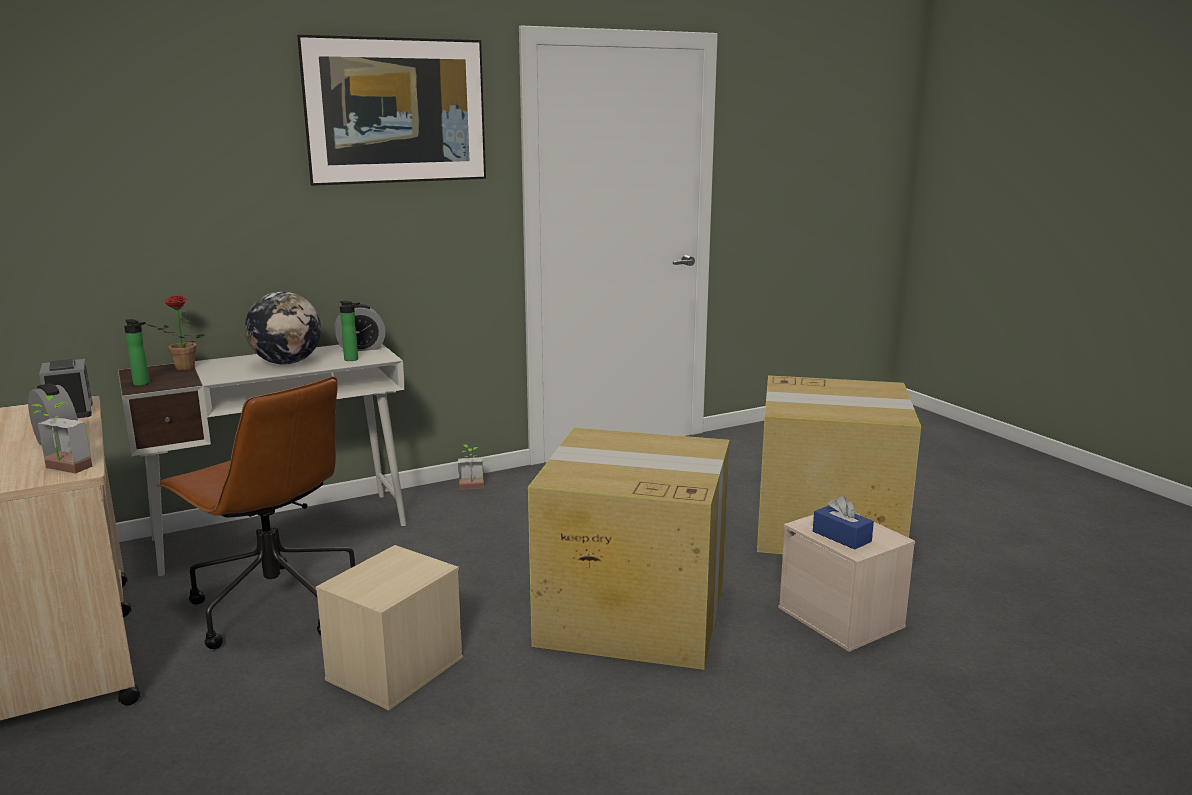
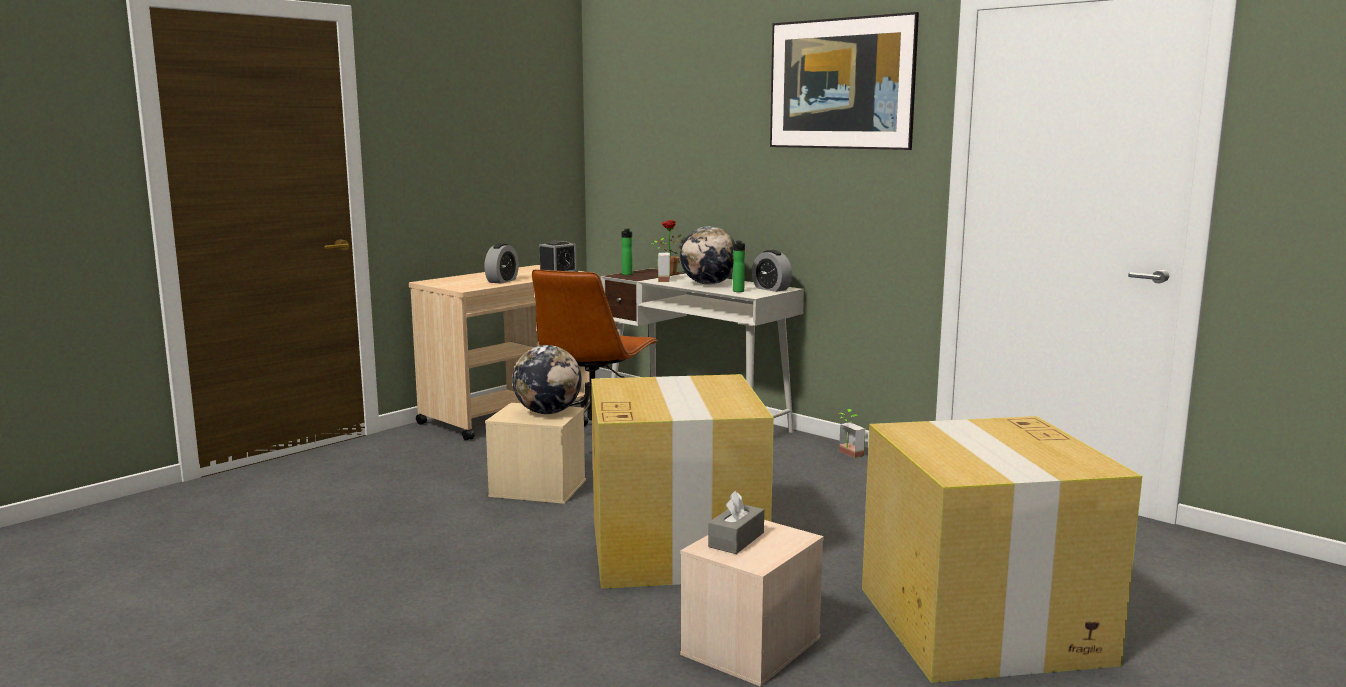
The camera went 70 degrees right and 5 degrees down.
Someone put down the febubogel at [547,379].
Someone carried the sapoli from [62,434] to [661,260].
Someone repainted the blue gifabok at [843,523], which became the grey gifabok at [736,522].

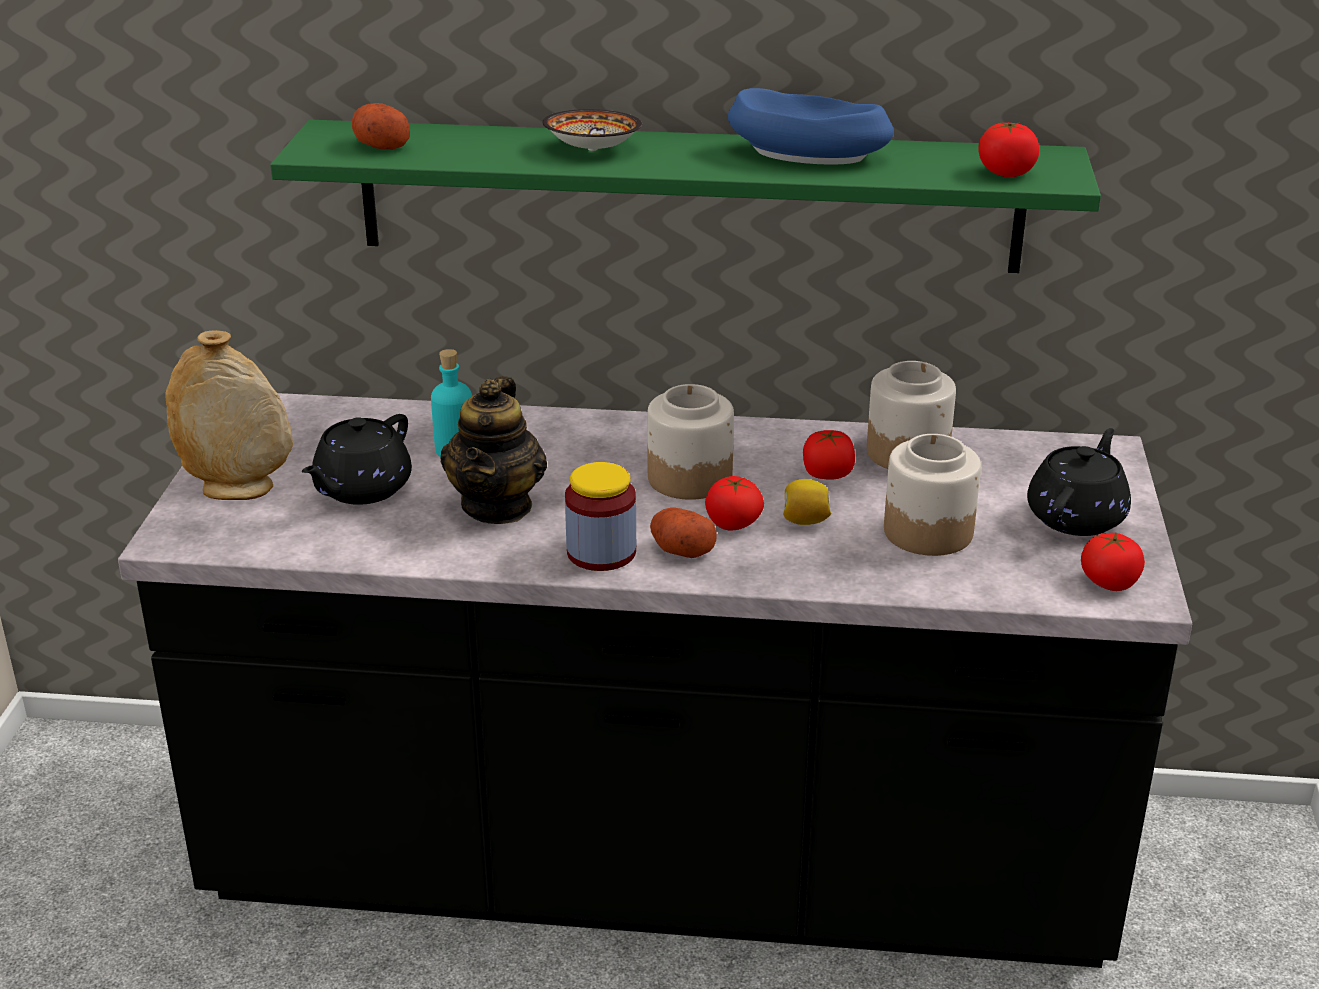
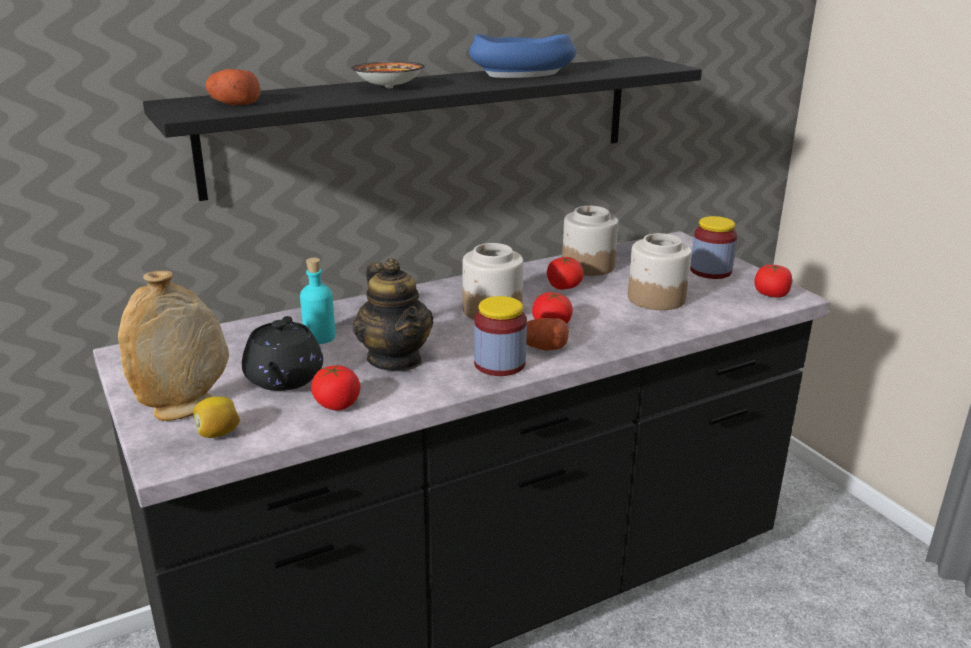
The camera went 35 degrees left and 5 degrees down.
Someone repainted the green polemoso at [685,196], which became the black polemoso at [422,128].
Someone carried the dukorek from [807,502] to [216,417].
Someone carried the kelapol from [1008,149] to [336,388].
Someone swapped the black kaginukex at [1079,482] for the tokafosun at [713,247].

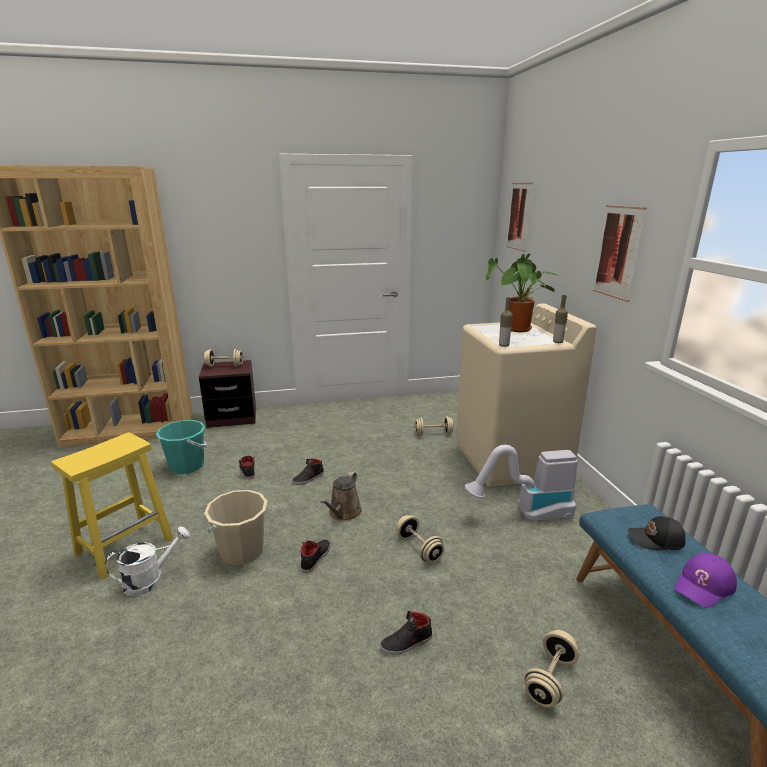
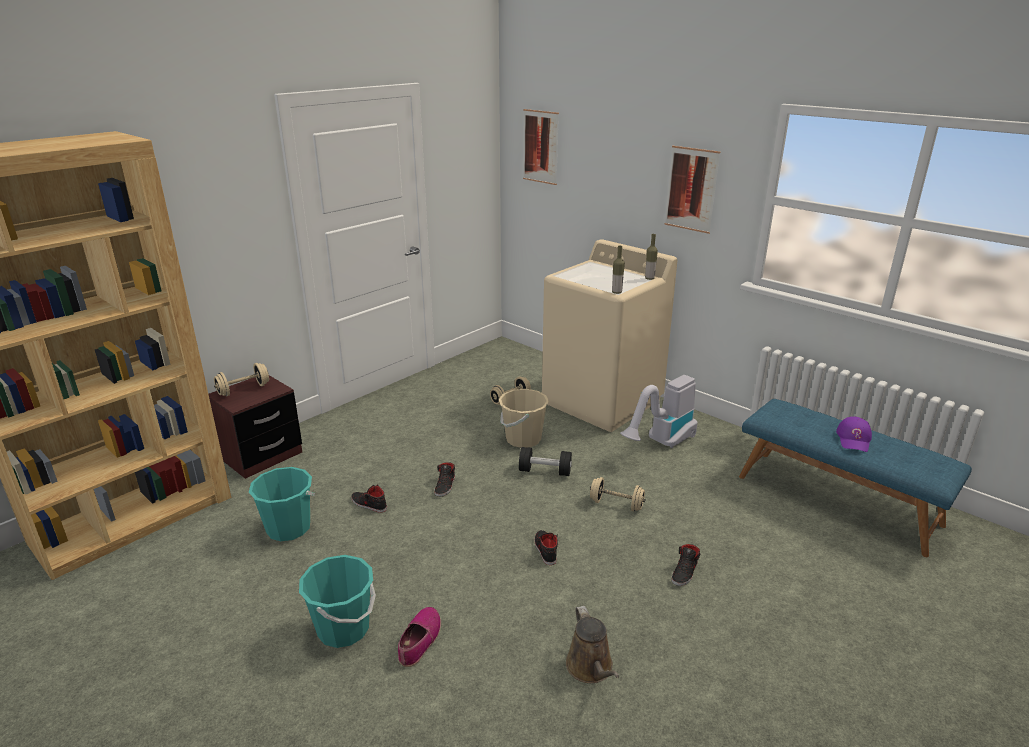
The camera went 35 degrees left and 5 degrees up.
Someone swapped the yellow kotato at [112,506] for the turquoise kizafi at [337,601].
Someone swapped the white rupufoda at [147,561] for the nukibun at [419,637].
Someone carried the beige kizafi from [235,527] to [524,418].
Someone put down the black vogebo at [545,461].
Someone carried the brown rupufoda from [341,496] to [592,644].
Someone took away the sapoli at [522,293].
Someone took away the beige vogebo at [552,669].
Someone took away the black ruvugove at [657,533].

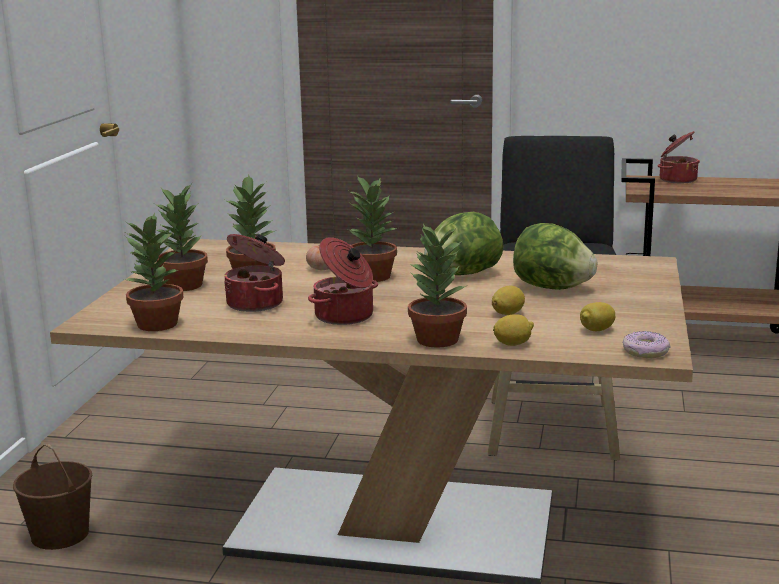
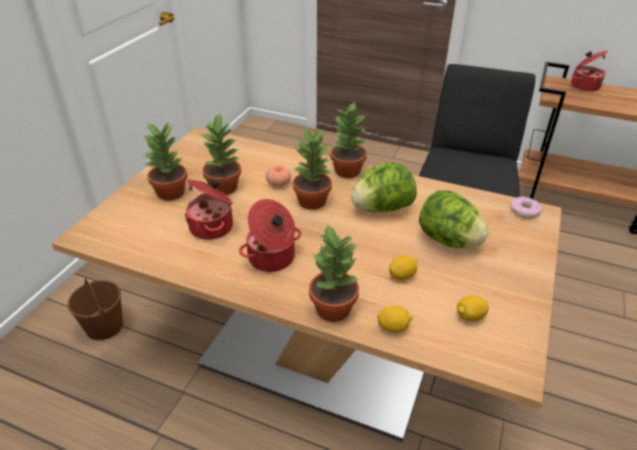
The camera went 10 degrees right and 20 degrees up.
Someone carried the sapoli from [154,271] to [348,139].
Someone carried the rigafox from [646,344] to [526,207].

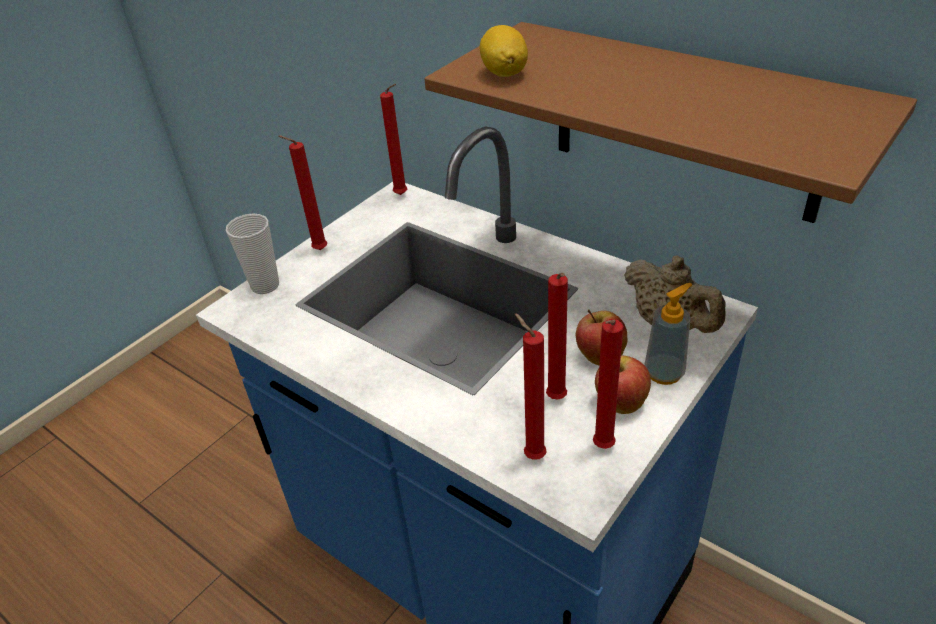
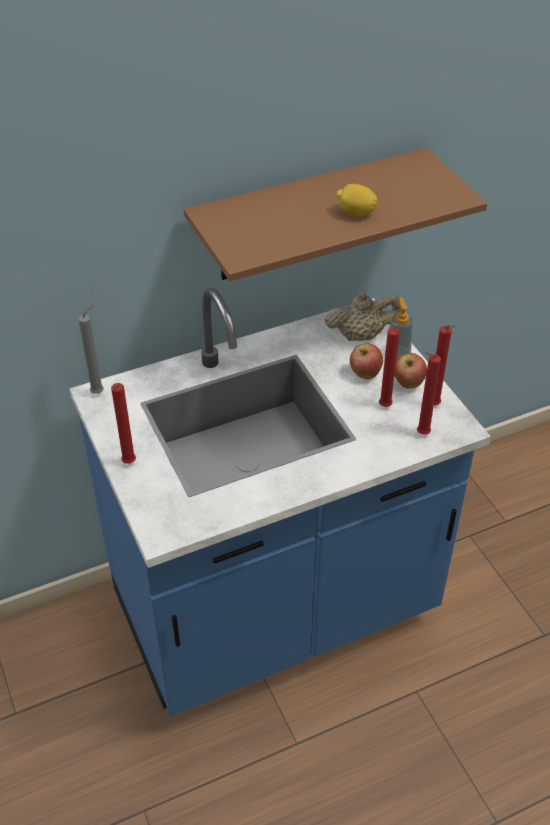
The camera went 65 degrees left and 5 degrees up.
Someone repainted the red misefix at [393,139], which became the grey misefix at [91,349].
Someone carried the dukorek from [504,51] to [357,200].
Someone took away the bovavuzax at [252,253].

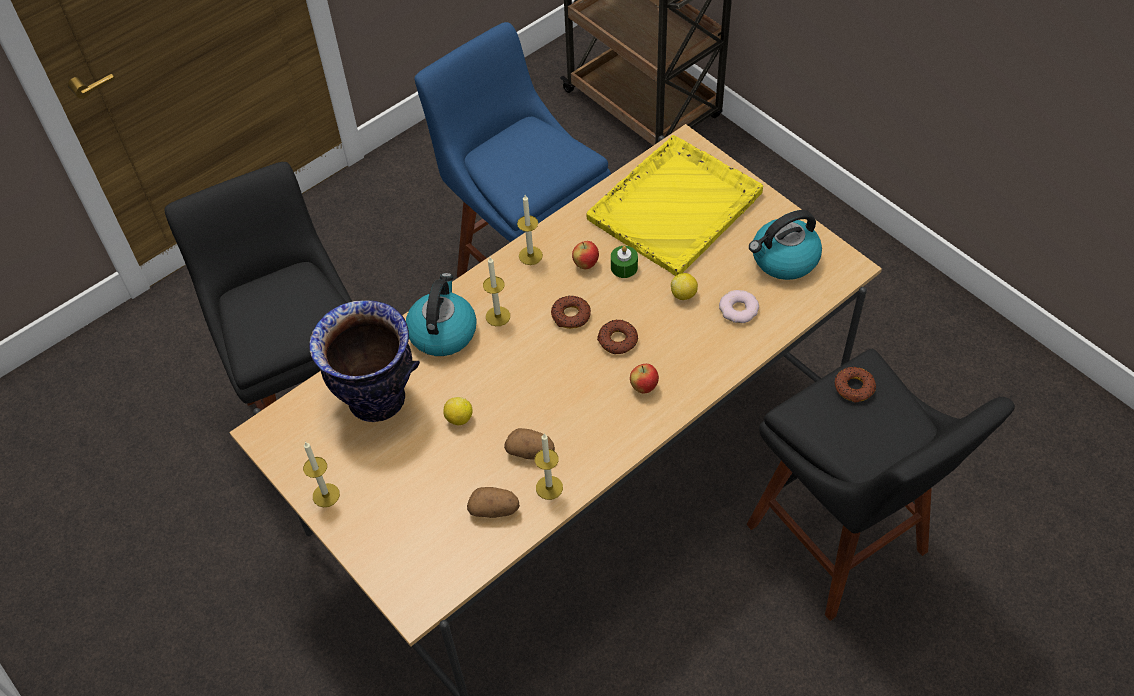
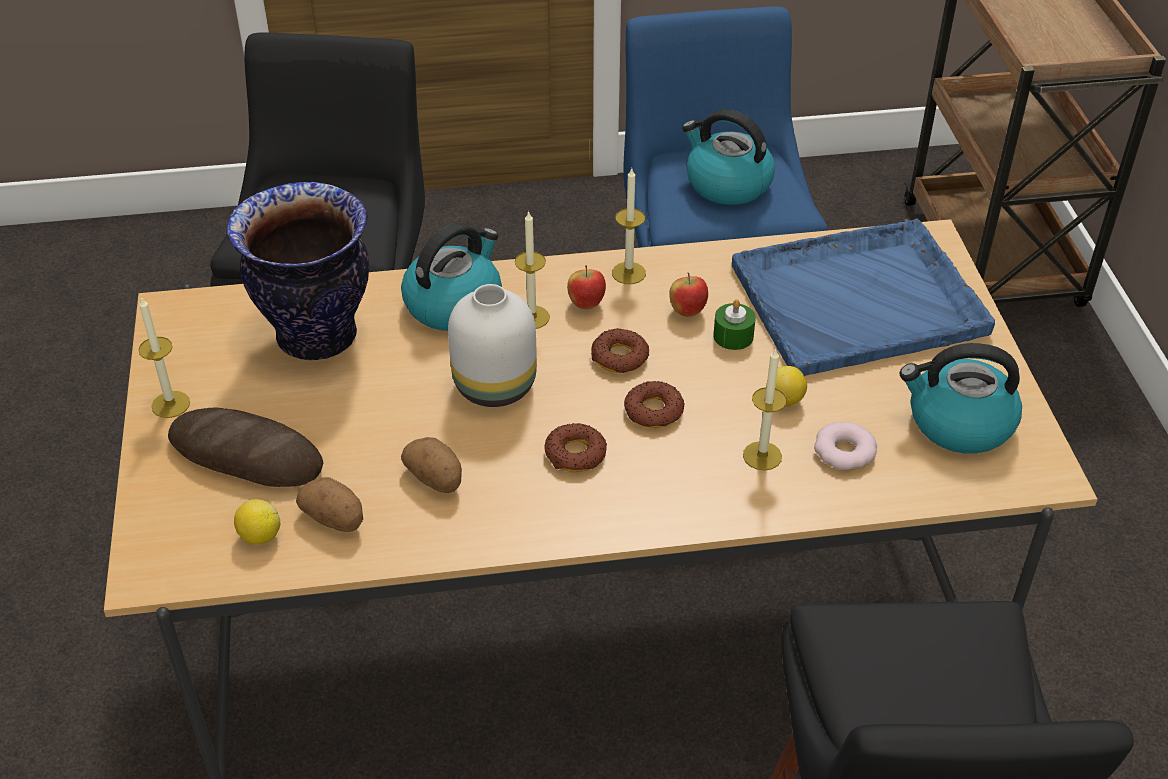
The camera went 30 degrees right and 10 degrees down.
Someone put down the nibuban at [245,447].
Someone carried the dukorek from [458,411] to [257,522].
Someone put down the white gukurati at [492,345].
Someone carried the rigafox from [855,385] to [575,447].
Someone carried the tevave from [644,379] to [586,287].
Someone put down the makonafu at [728,157].
Someone repainted the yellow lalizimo at [674,205], which became the blue lalizimo at [863,297].
Someone carried the misefix from [549,467] to [765,409].

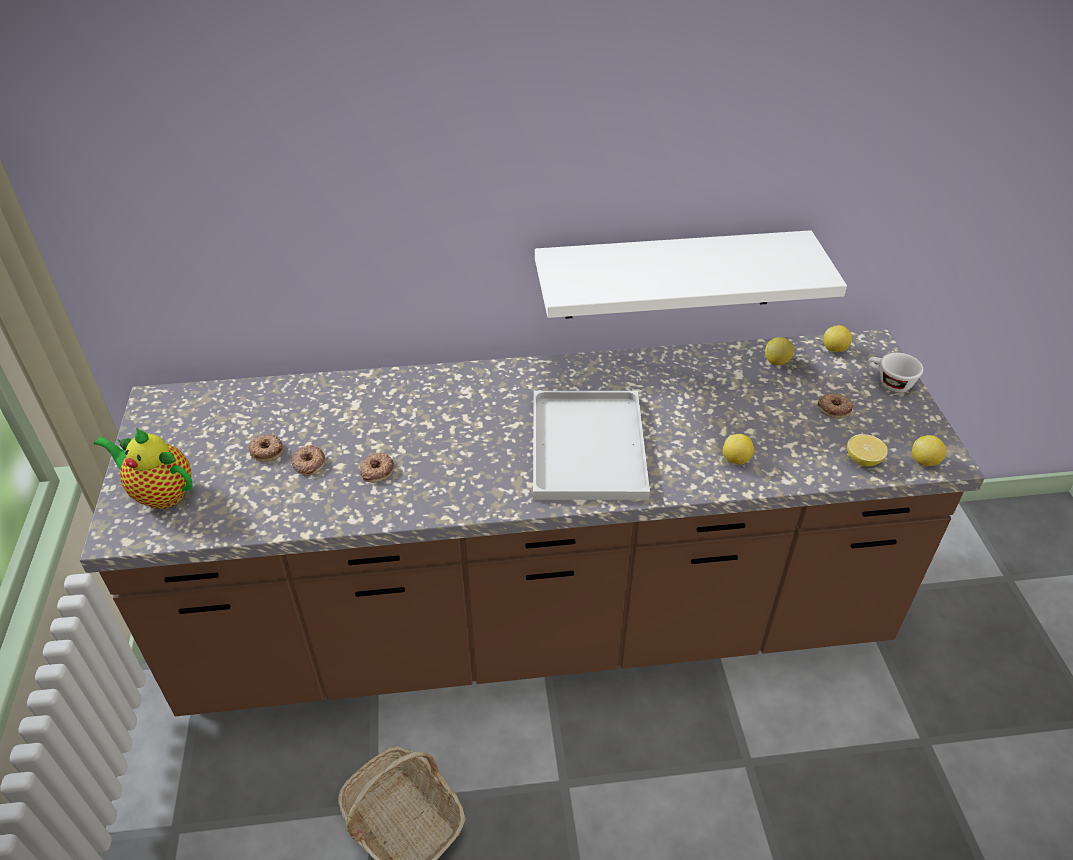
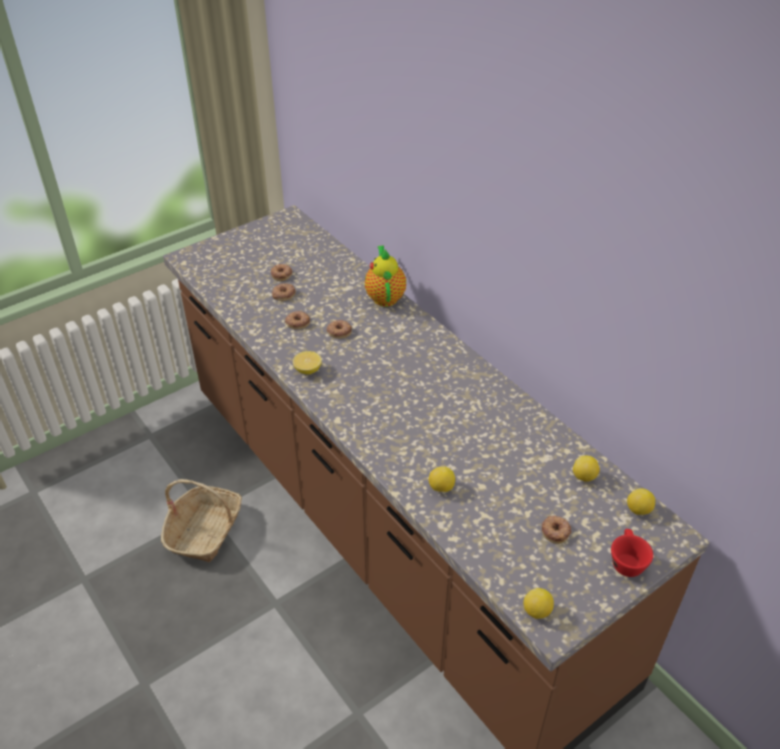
The camera went 60 degrees right and 0 degrees up.
Someone carried the dukorek from [867,450] to [307,363].
Someone put down the rigafox at [339,329].
Someone carried the kaginukex from [143,468] to [385,276].
Someone repainted the white bovavuzax at [895,372], which became the red bovavuzax at [632,553].
Someone took away the white lalizimo at [591,445].
Someone took away the white polemoso at [691,274].

